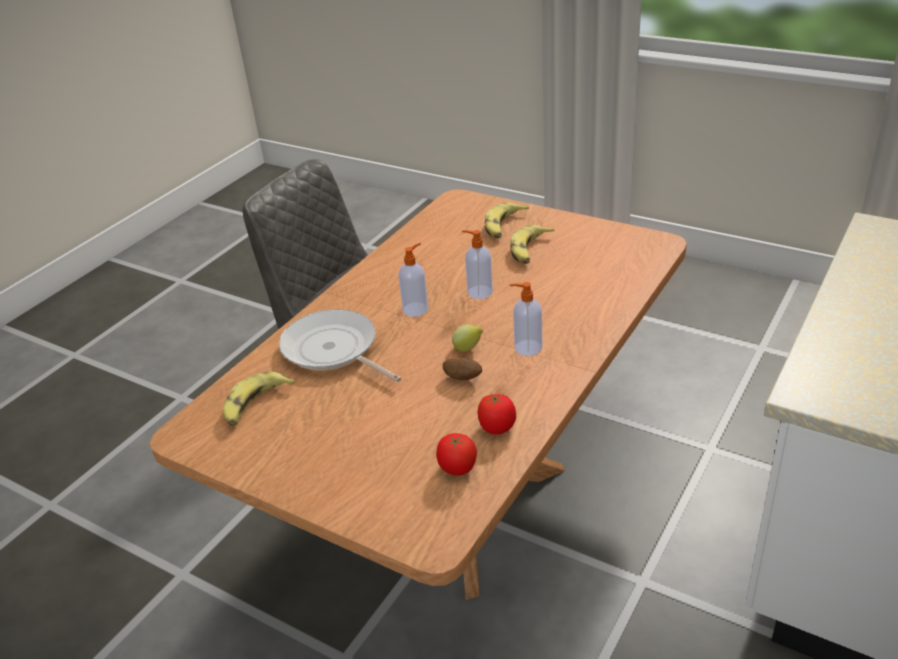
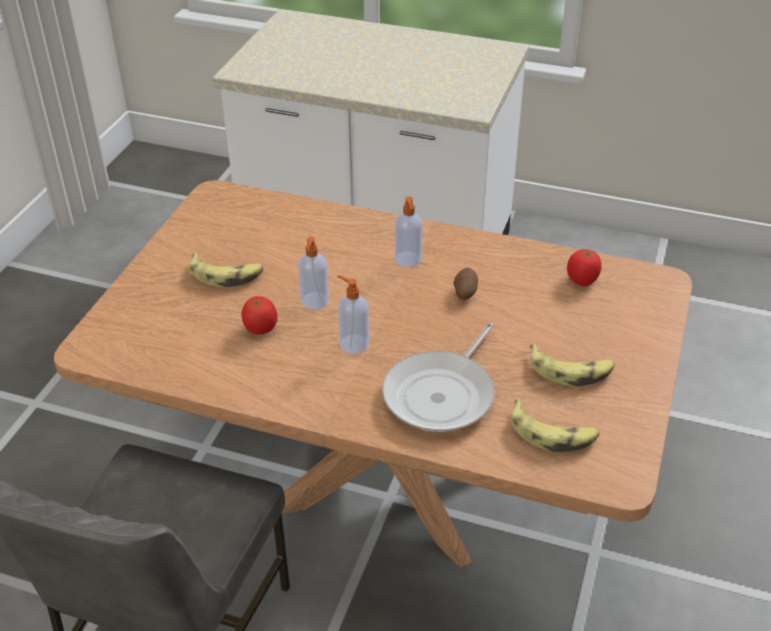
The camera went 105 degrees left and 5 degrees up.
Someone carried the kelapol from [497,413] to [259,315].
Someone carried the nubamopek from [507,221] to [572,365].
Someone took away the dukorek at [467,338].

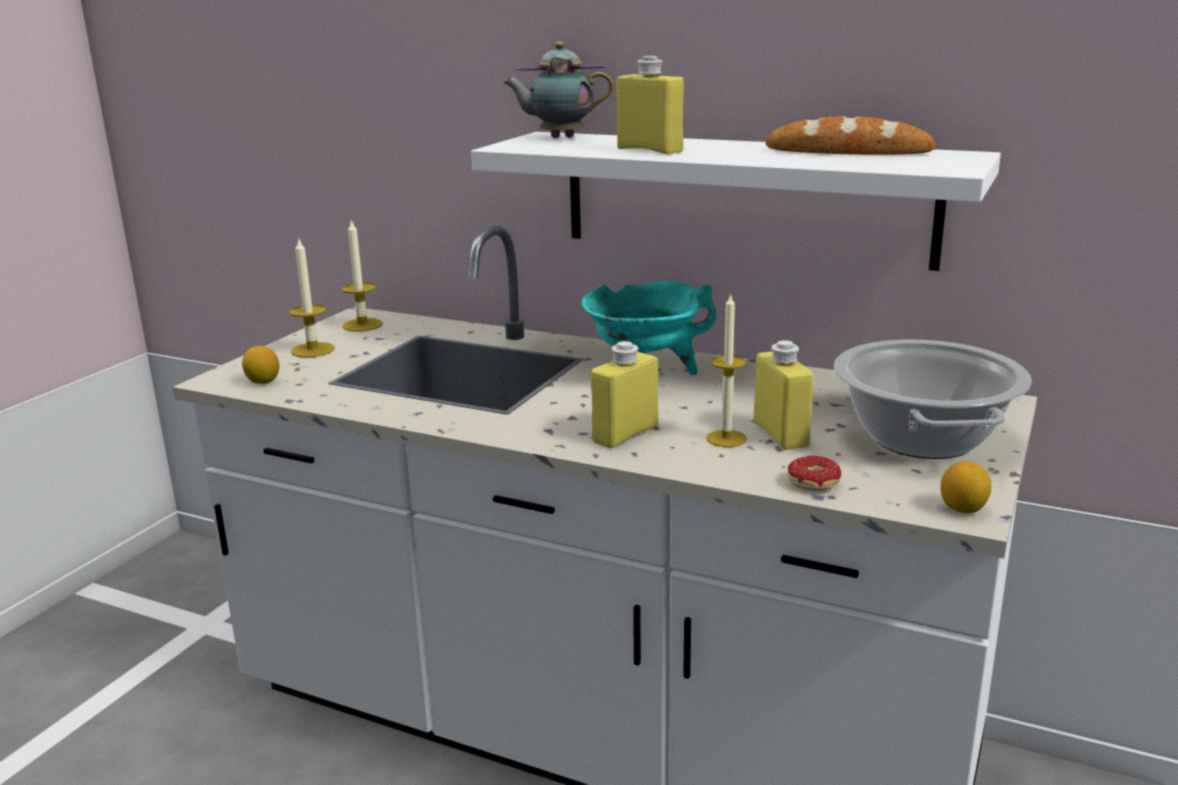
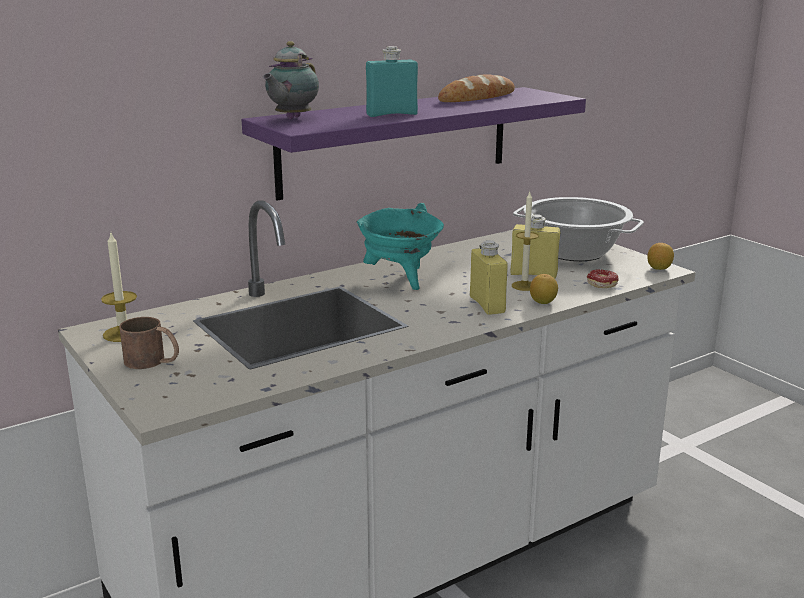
The camera went 60 degrees left and 0 degrees up.
Someone swapped the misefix at [312,297] for the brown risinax at [149,343].
Someone repainted the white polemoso at [736,201], which became the purple polemoso at [414,144].
Someone repainted the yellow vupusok at [650,105], which became the turquoise vupusok at [392,81].
Someone carried the dukorek from [260,365] to [544,289].

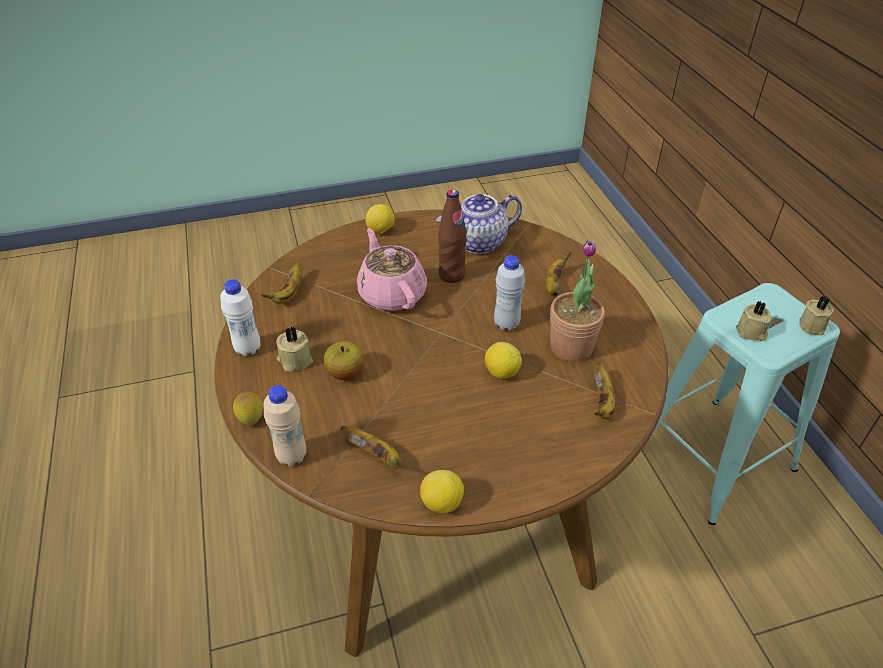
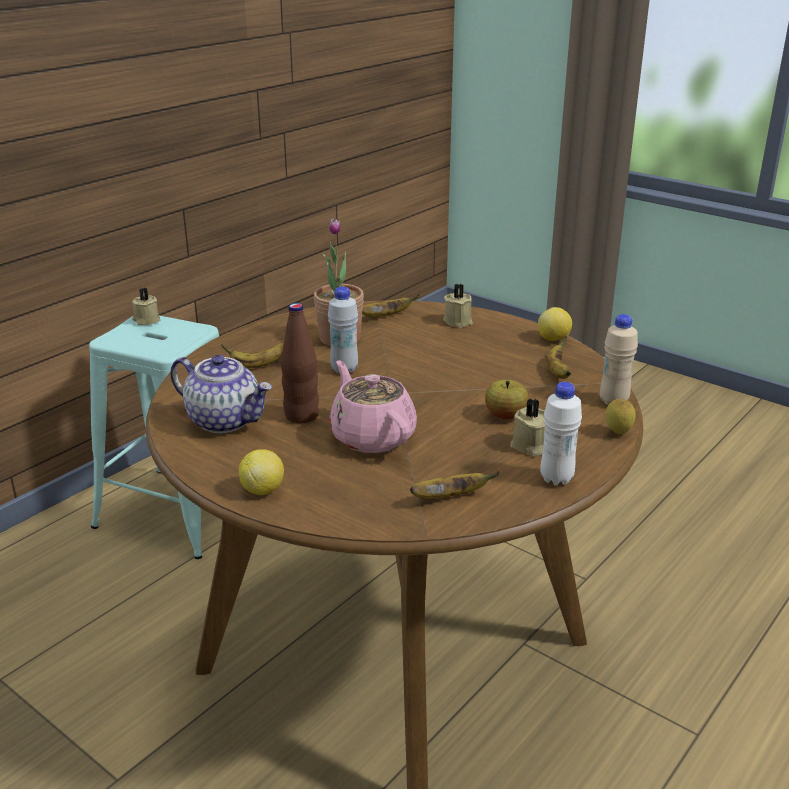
The camera went 125 degrees left and 15 degrees down.
Someone rotated the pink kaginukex at [391,269] by 120 degrees clockwise.
Someone carried the beige misefix from [754,321] to [458,305].
Someone took away the dukorek at [503,360].

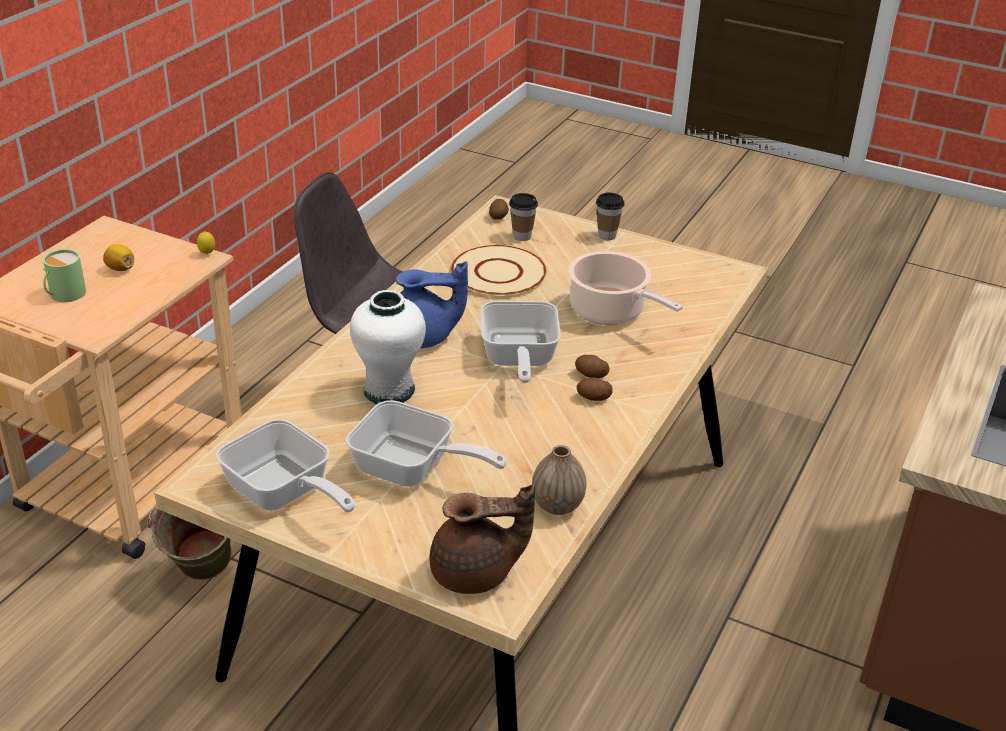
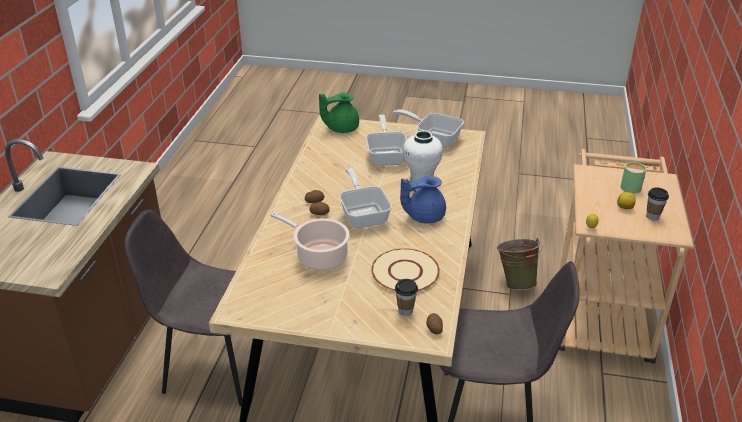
The camera went 165 degrees right and 0 degrees up.
Someone put down the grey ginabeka at [196,307].
Someone repainted the brown kaginukex at [482,539], which became the green kaginukex at [339,113].
Someone rotated the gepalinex at [426,443] by 75 degrees clockwise.
Someone carried the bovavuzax from [610,216] to [657,204].
Someone took away the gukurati at [559,480].

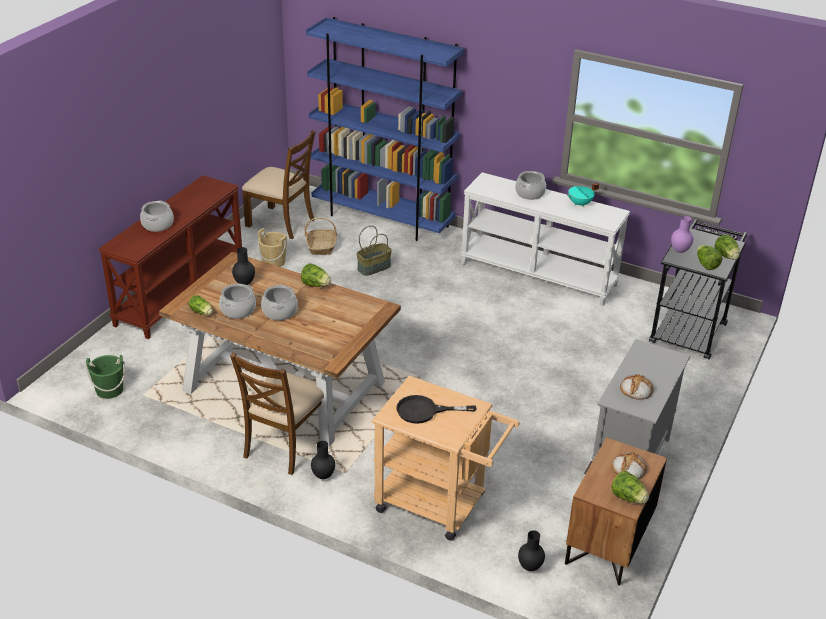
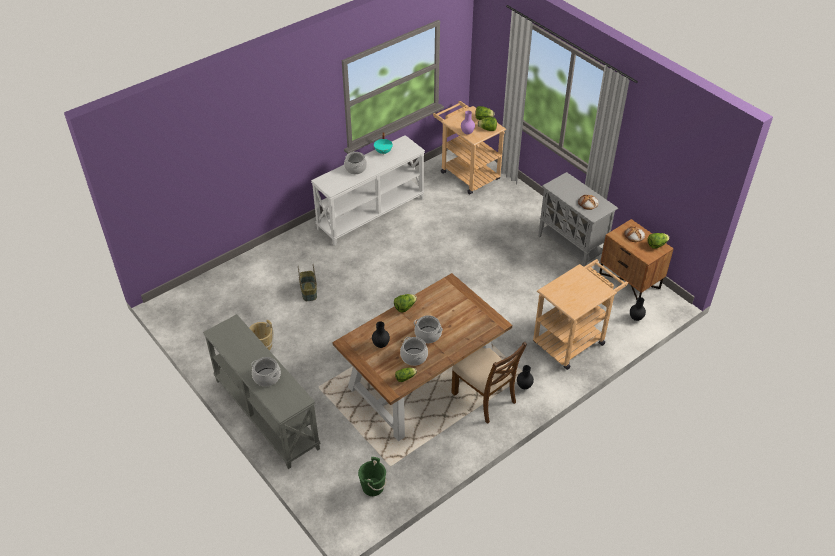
The camera went 65 degrees left and 10 degrees up.
Someone repainted the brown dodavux at [170,257], which became the grey dodavux at [261,391].
Someone repainted the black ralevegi at [698,289], which became the beige ralevegi at [469,147].
Someone took away the brown ginabeka at [279,184].
Someone took away the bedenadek at [320,236].
Someone took away the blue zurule at [385,129].
Someone took away the black gepalinex at [436,409].

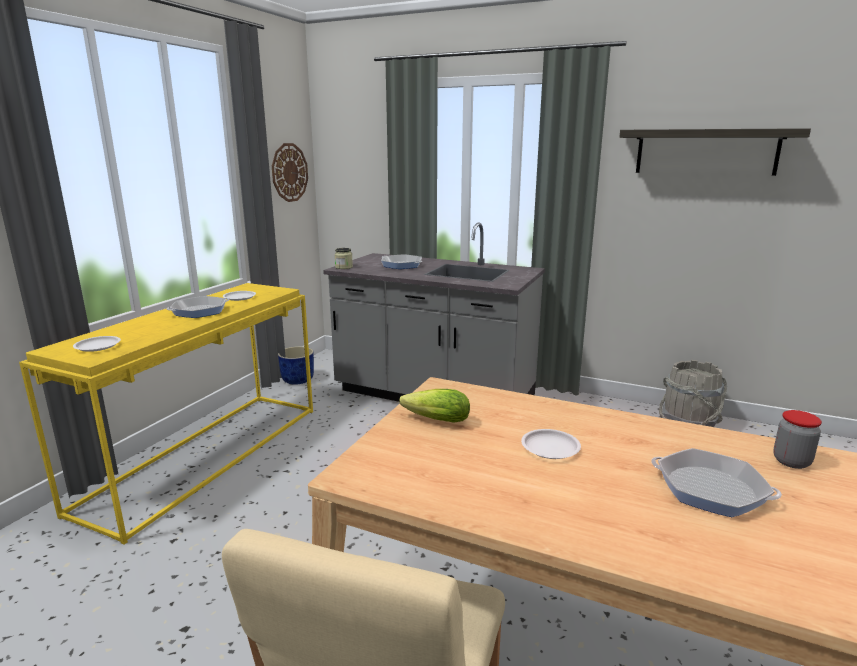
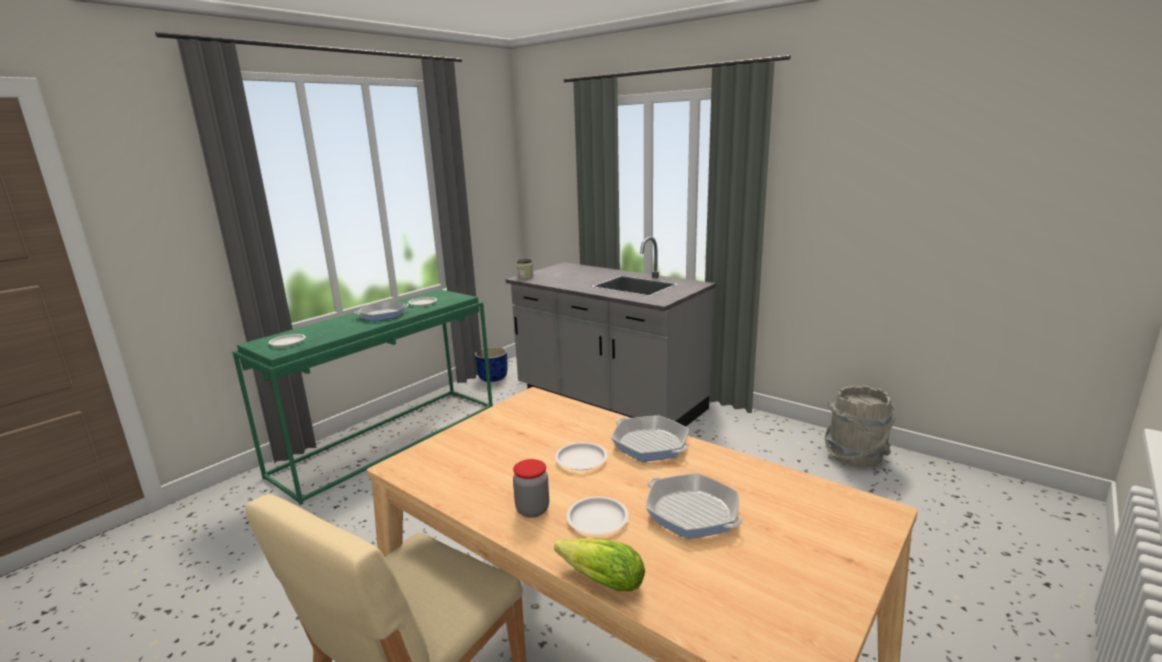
The camera went 15 degrees right and 0 degrees up.
Someone repainted the yellow dodavux at [166,413], which became the green dodavux at [362,397].
Someone carried the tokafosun from [797,439] to [531,488].
Someone carried the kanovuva from [434,406] to [599,565].
Someone put down the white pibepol at [597,515].
Someone carried the gepalinex from [402,261] to [650,438].
Someone took away the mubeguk at [290,172].
Someone took away the polemoso at [715,152].

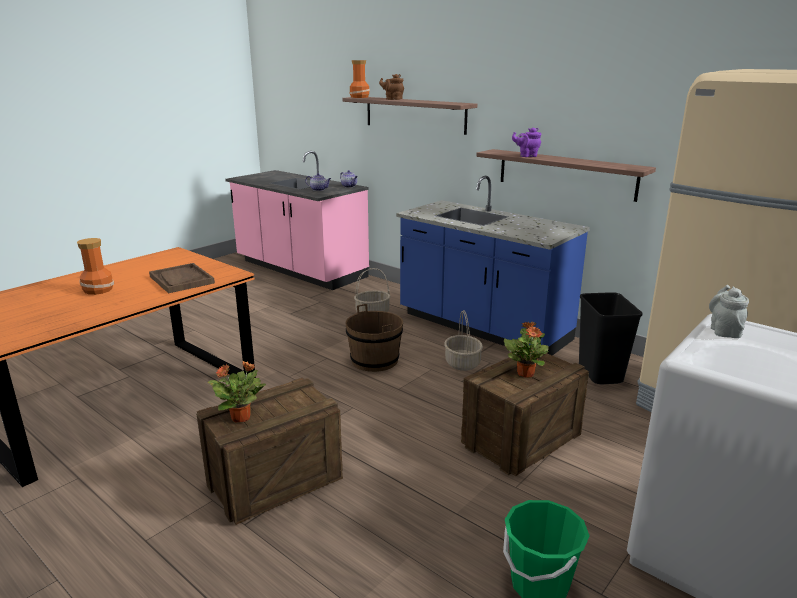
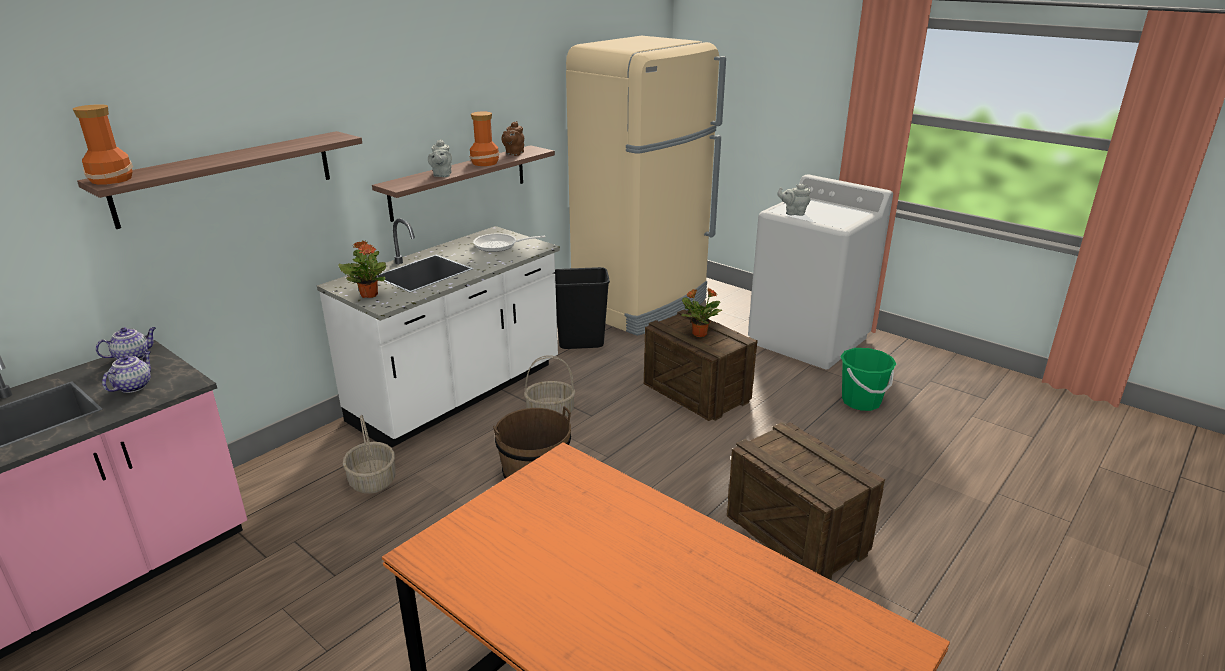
The camera went 90 degrees left and 5 degrees up.
Someone repainted the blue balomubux at [493,265], which became the white balomubux at [438,333].
Someone carried the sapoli from [237,392] to [362,269].
Someone repainted the purple kaginukex at [526,142], which became the grey kaginukex at [440,158].
Someone carried the gukurati from [95,266] to [484,139].
Someone put down the gepalinex at [509,243].
Someone carried the brown kaginukex from [391,87] to [513,138].
Someone took away the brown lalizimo at [182,278].

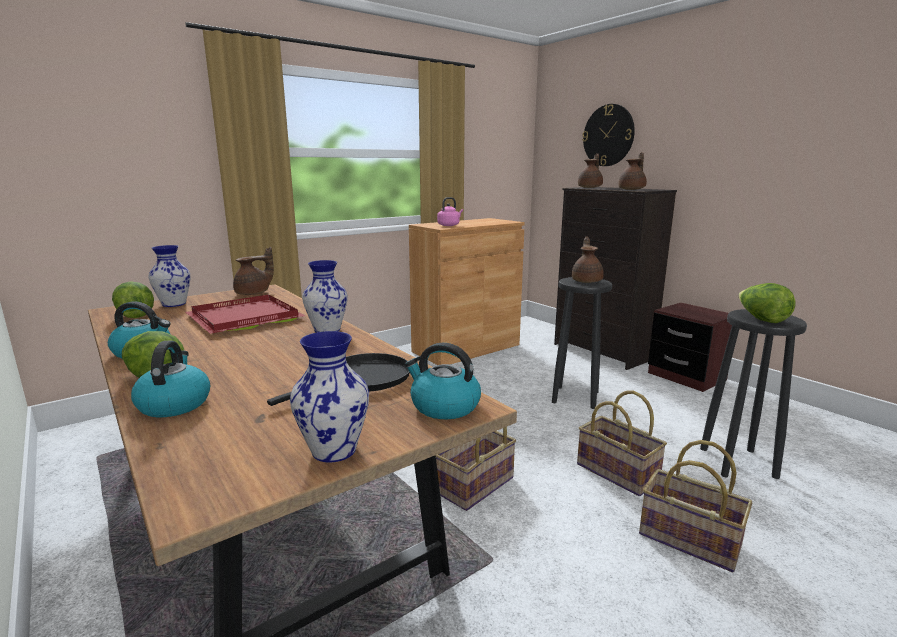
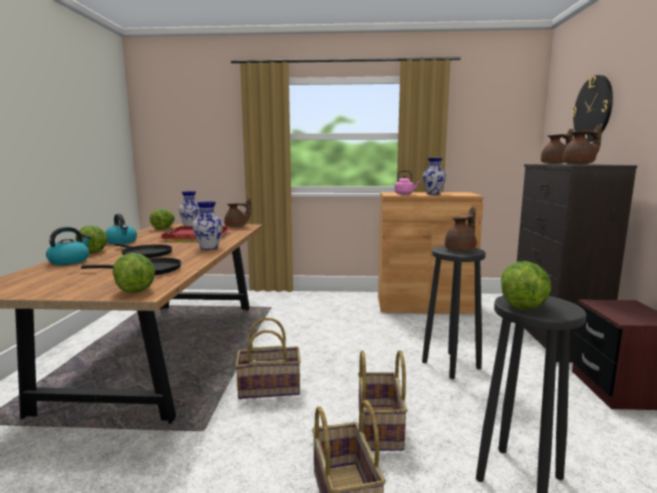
The camera went 40 degrees right and 5 degrees down.
Someone swapped the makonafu at [443,381] for the kanovuva at [134,273].
Someone put down the black gepalinex at [143,250].
Someone carried the gukurati from [329,397] to [434,176].

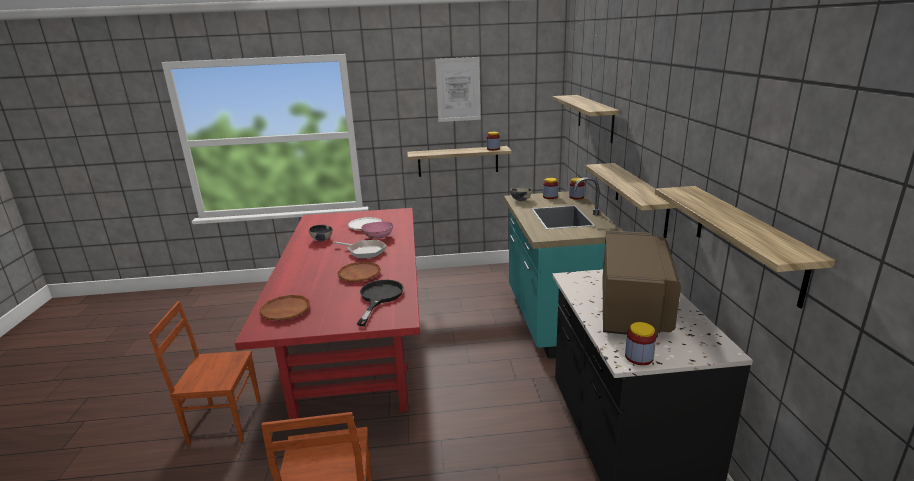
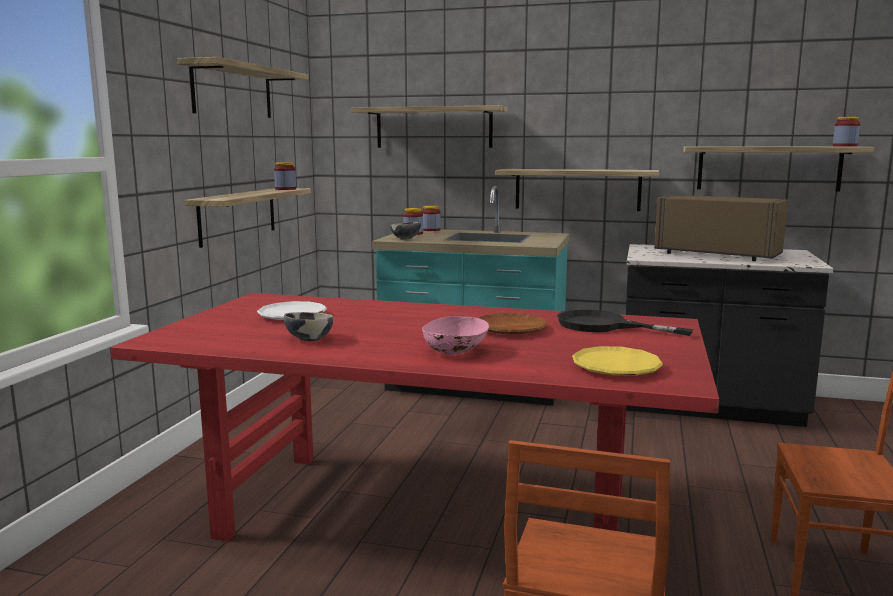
The camera went 70 degrees left and 10 degrees down.
Someone swapped the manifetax at [458,89] for the polemoso at [243,87].
Someone carried the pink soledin from [377,230] to [455,335].
Someone repainted the brown pibepol at [285,308], which became the yellow pibepol at [617,361].
Someone carried the tokafosun from [640,343] to [846,131].
Someone took away the gepalinex at [360,249].

